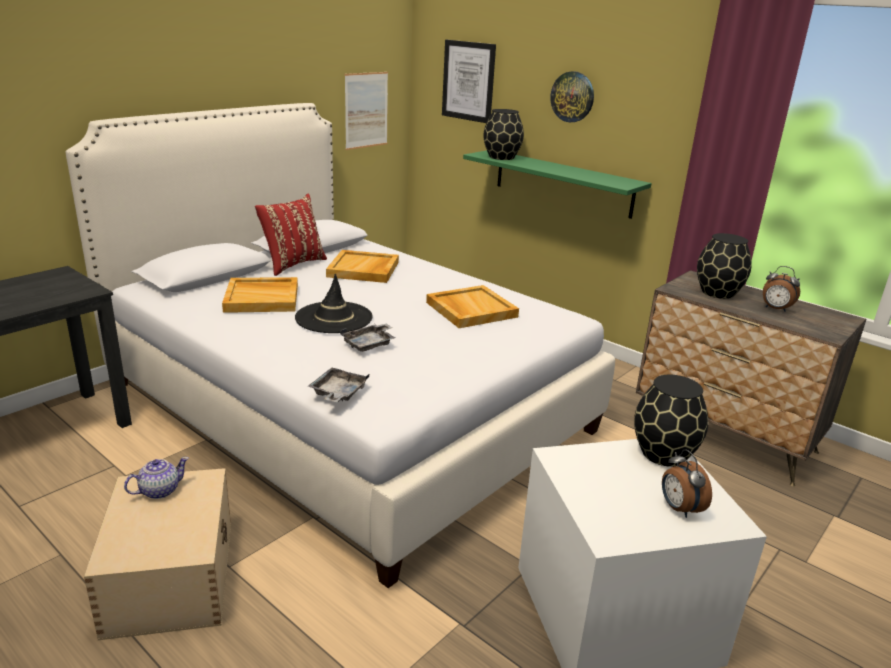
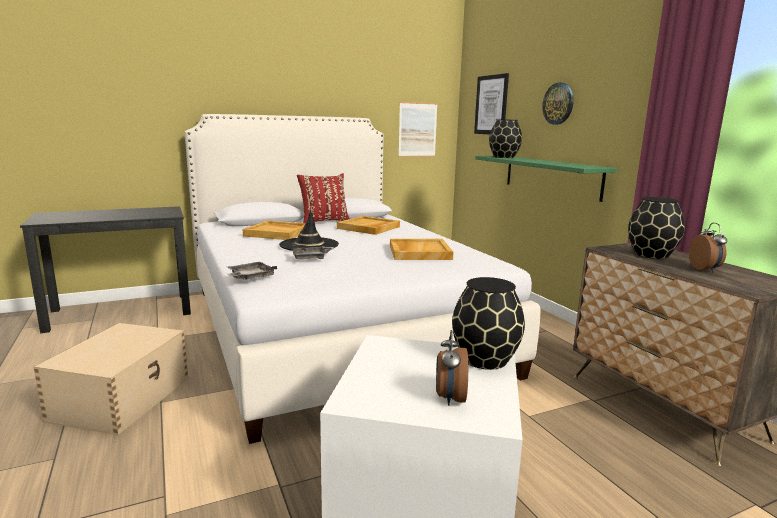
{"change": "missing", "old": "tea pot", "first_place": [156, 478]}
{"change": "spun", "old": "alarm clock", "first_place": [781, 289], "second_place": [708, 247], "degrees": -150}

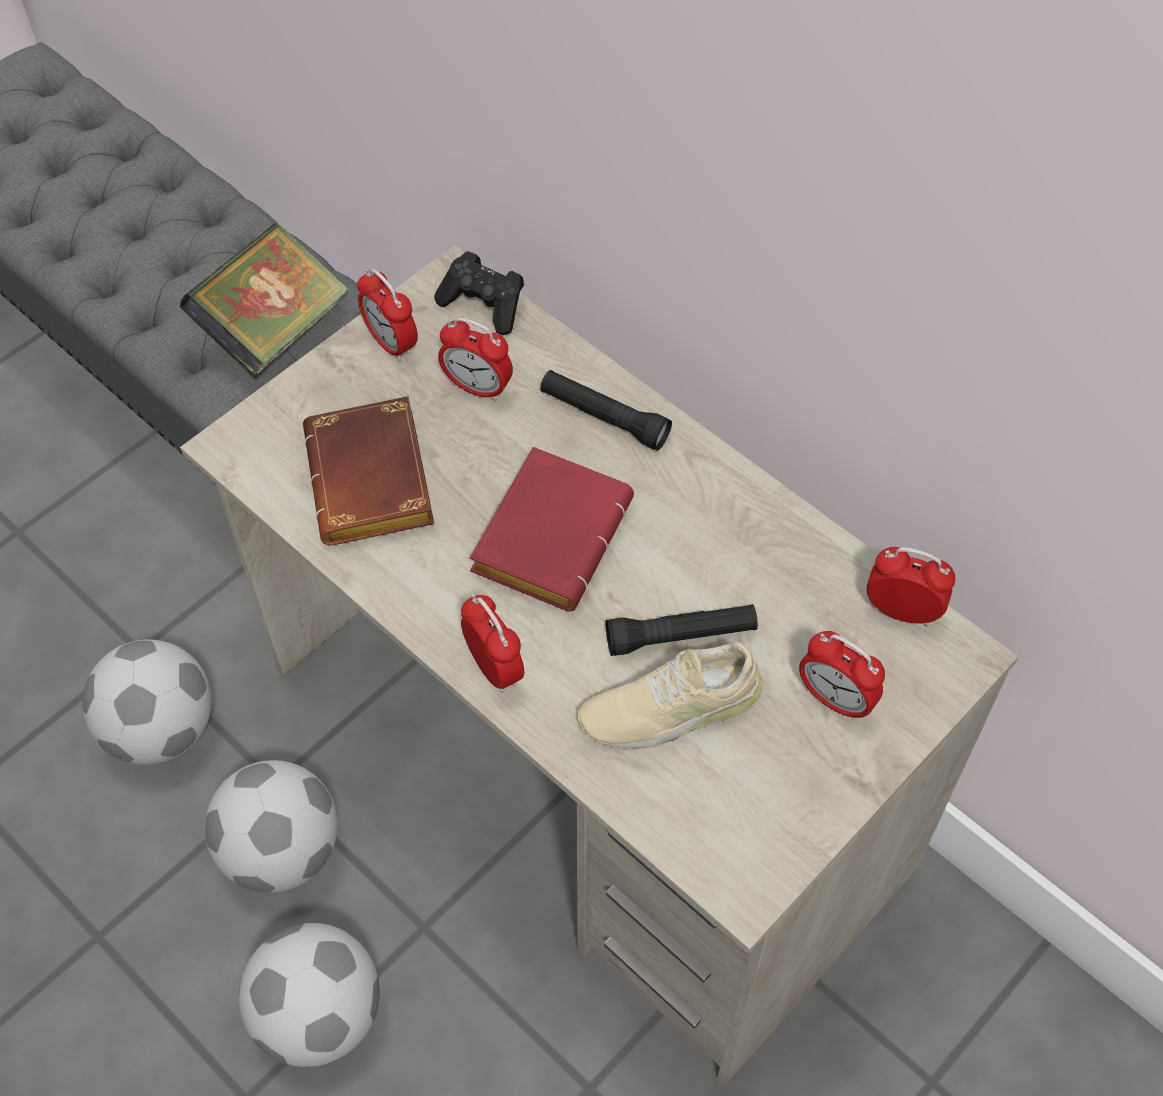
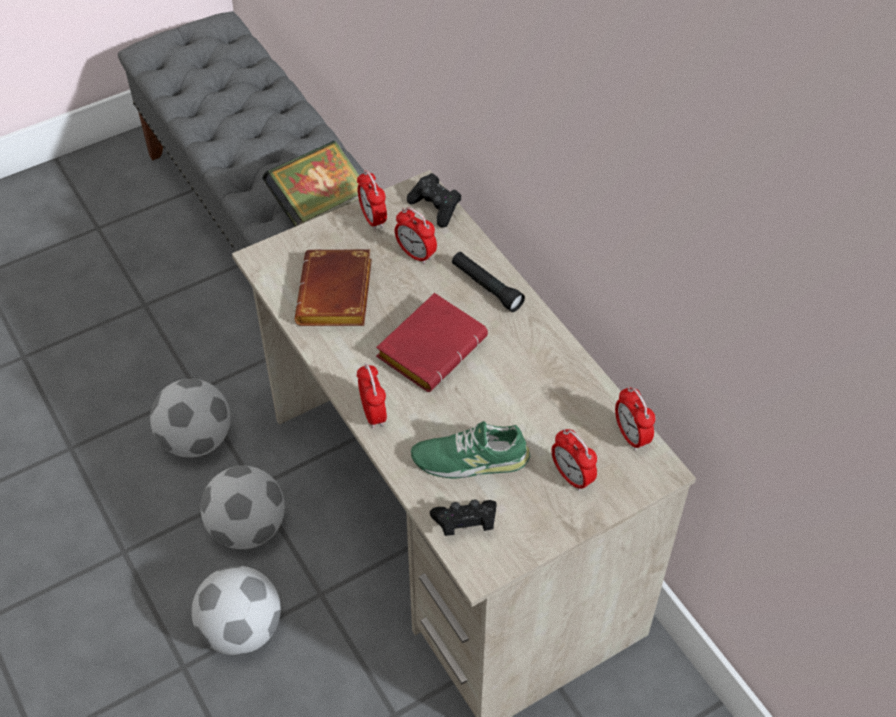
{"change": "colour", "old": "sand-coloured shoe", "new": "greenish shoe", "first_place": [670, 695], "second_place": [470, 449]}
{"change": "missing", "old": "blackish hand torch", "first_place": [682, 630]}
{"change": "spun", "old": "alarm clock", "first_place": [911, 587], "second_place": [635, 418], "degrees": -150}
{"change": "appeared", "new": "blackish joypad", "second_place": [463, 517]}

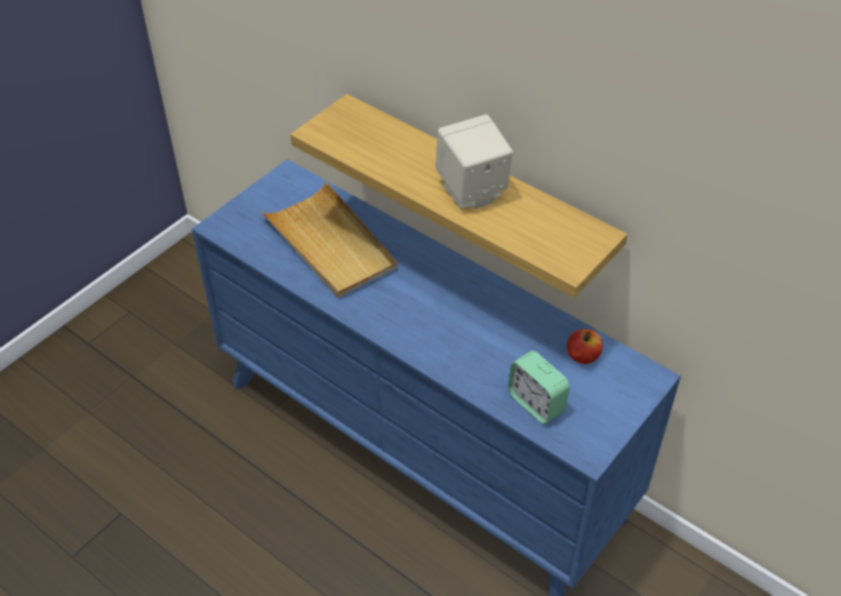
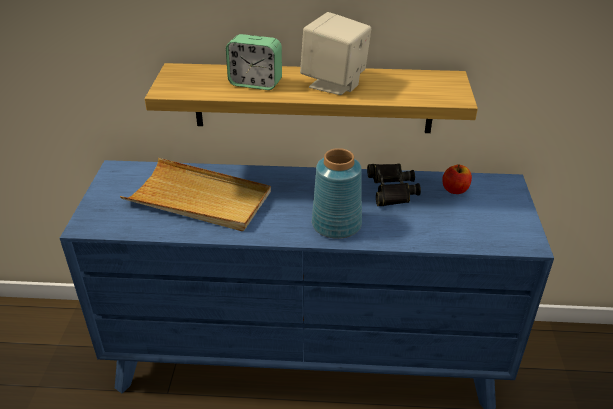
{"change": "relocated", "old": "alarm clock", "first_place": [539, 387], "second_place": [254, 62]}
{"change": "appeared", "new": "blue vase", "second_place": [337, 193]}
{"change": "appeared", "new": "blackish pair of binoculars", "second_place": [394, 185]}

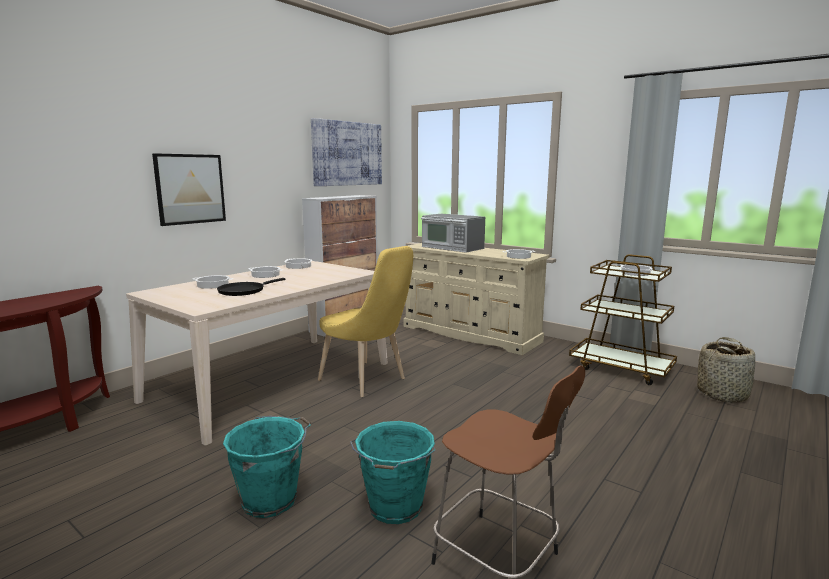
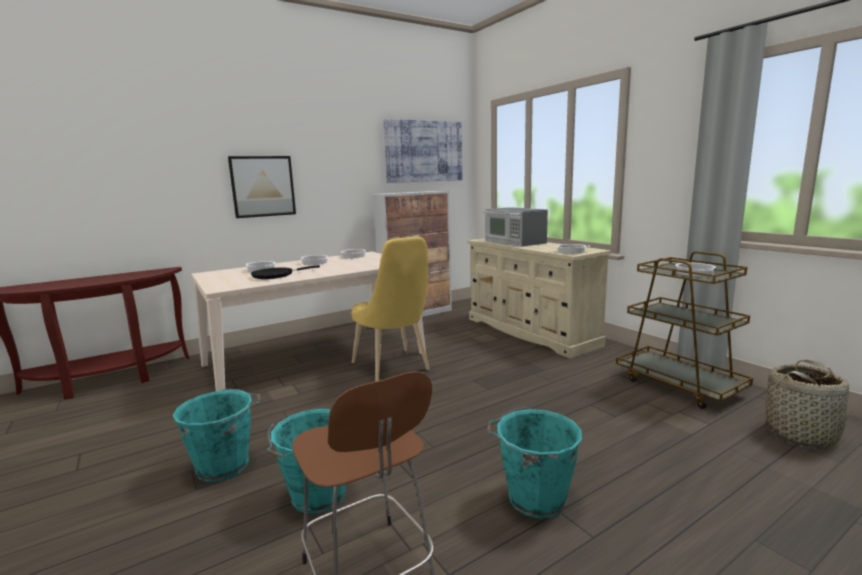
{"change": "appeared", "new": "turquoise-coloured pail", "second_place": [534, 463]}

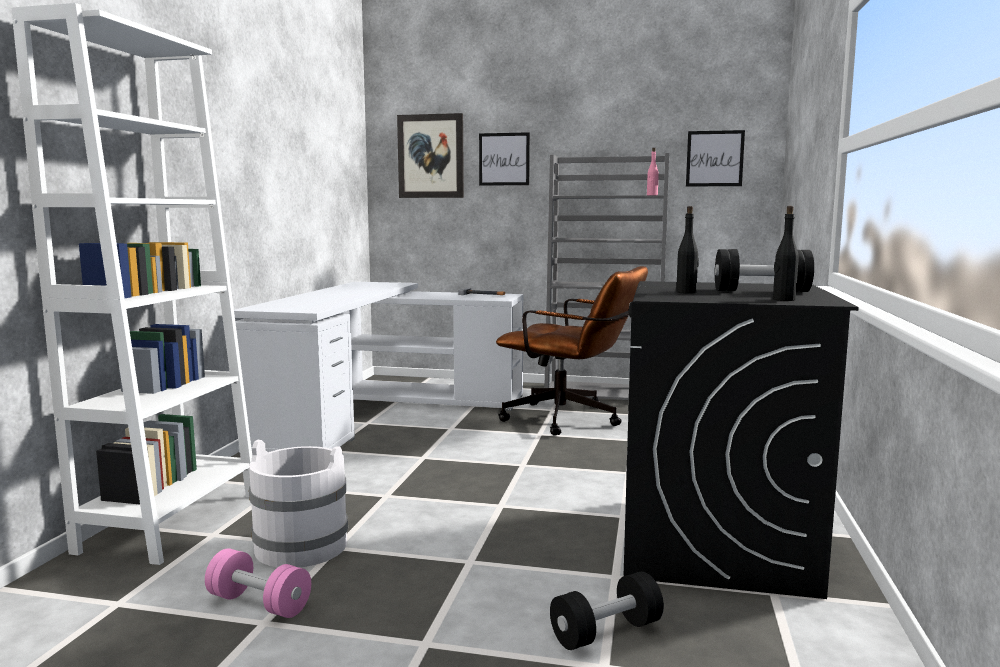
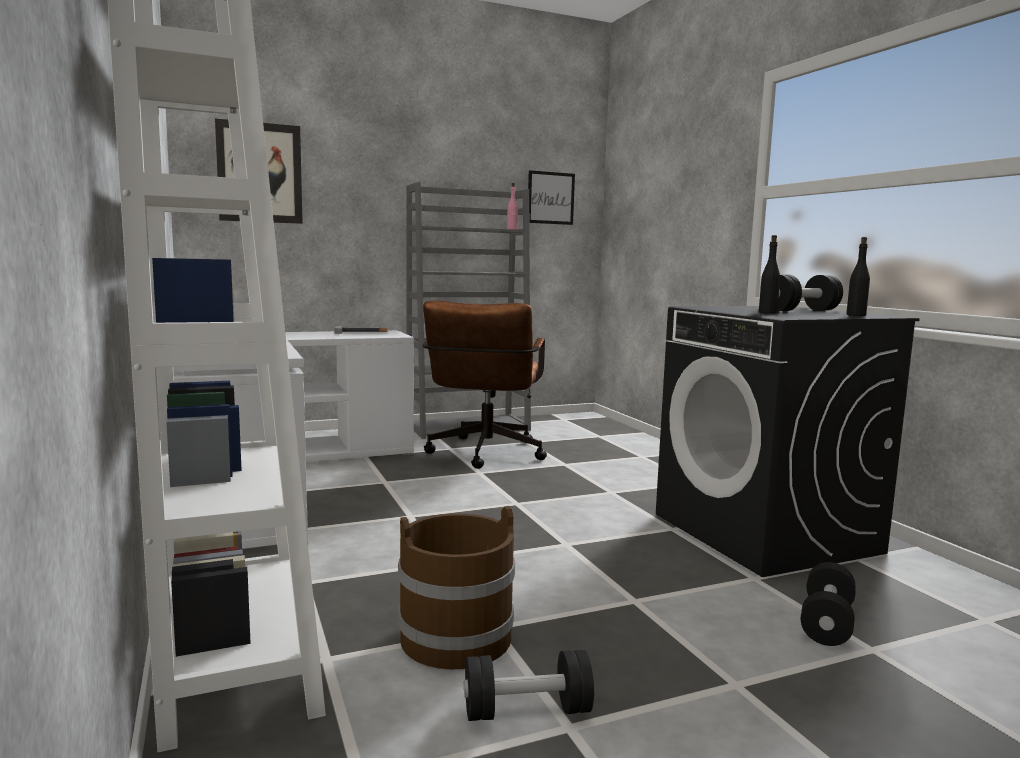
{"change": "colour", "old": "pinkish dumbbell", "new": "blackish dumbbell", "first_place": [258, 583], "second_place": [529, 685]}
{"change": "colour", "old": "whitish pail", "new": "brownish pail", "first_place": [298, 504], "second_place": [456, 587]}
{"change": "missing", "old": "picture", "first_place": [504, 159]}
{"change": "spun", "old": "brownish desk chair", "first_place": [572, 351], "second_place": [485, 384], "degrees": 105}

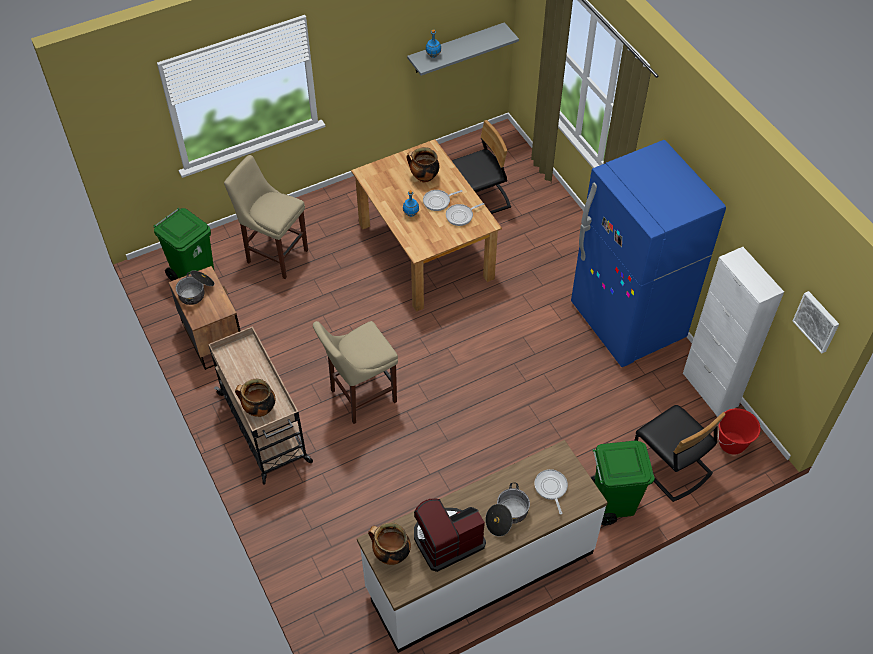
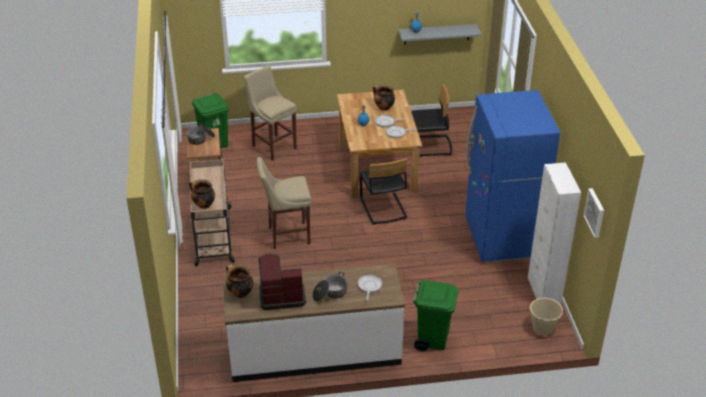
{"change": "relocated", "old": "blackish chair", "first_place": [680, 453], "second_place": [384, 191]}
{"change": "colour", "old": "red pail", "new": "sand-coloured pail", "first_place": [739, 431], "second_place": [546, 316]}

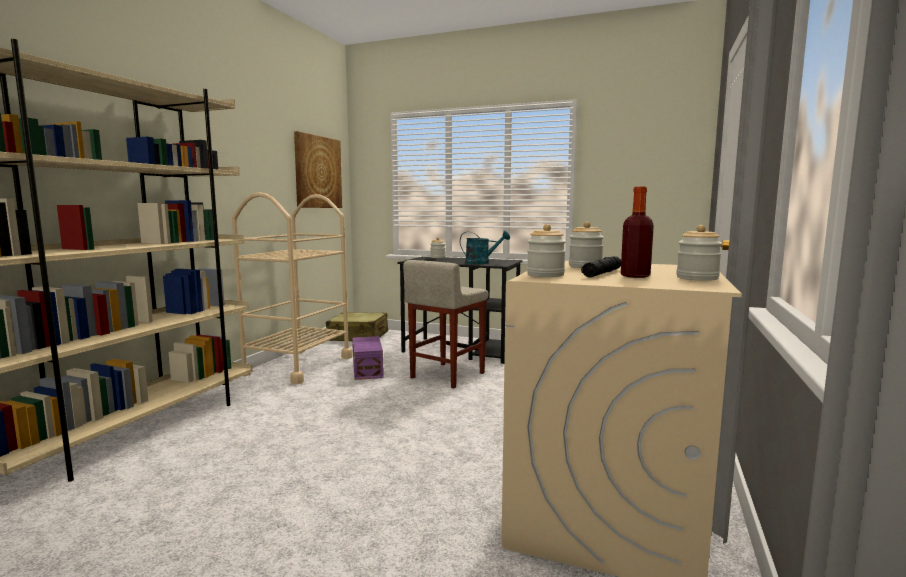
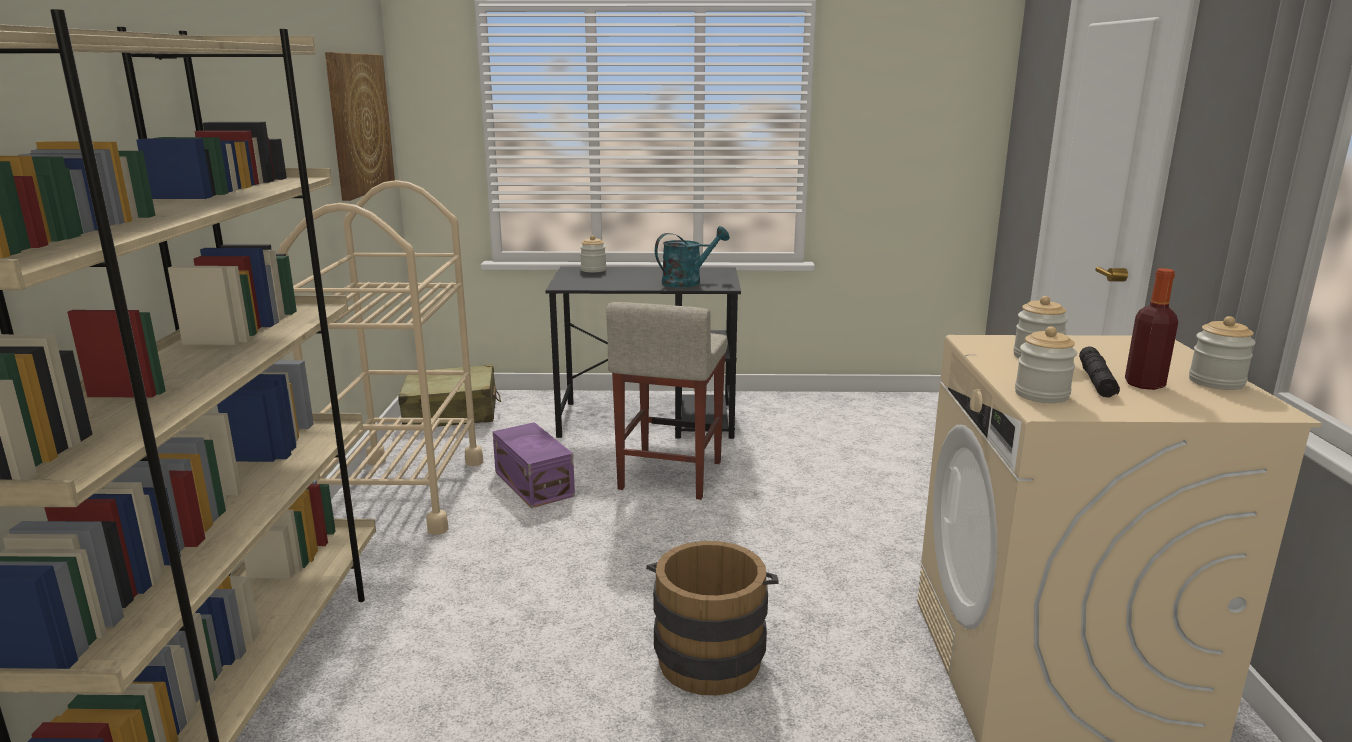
{"change": "appeared", "new": "brownish pail", "second_place": [712, 618]}

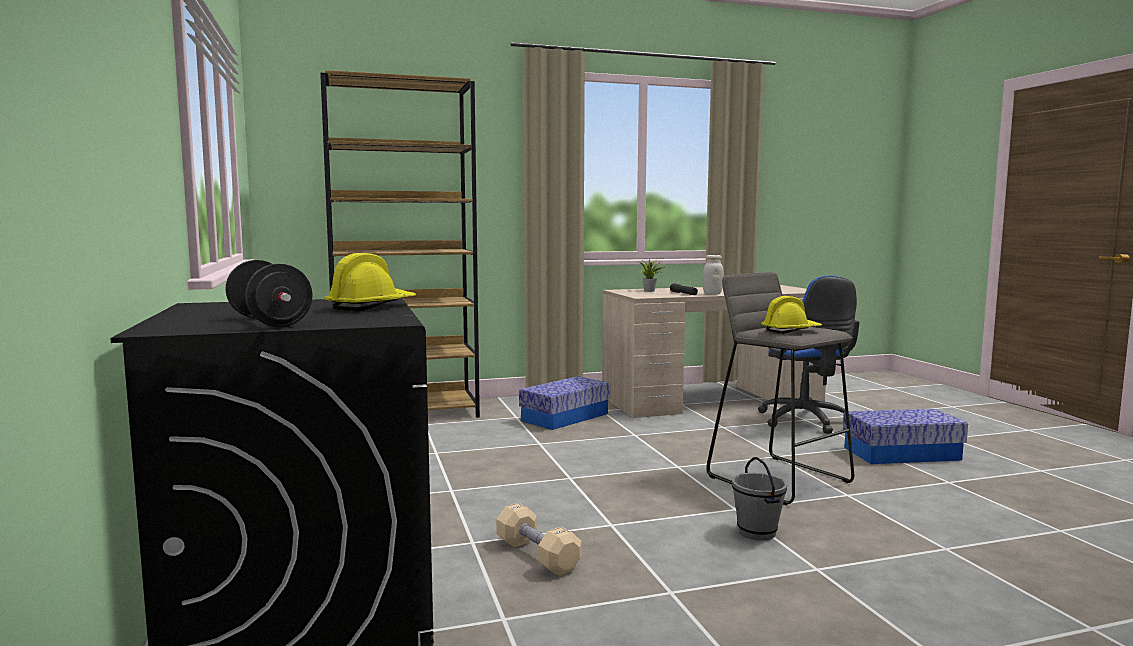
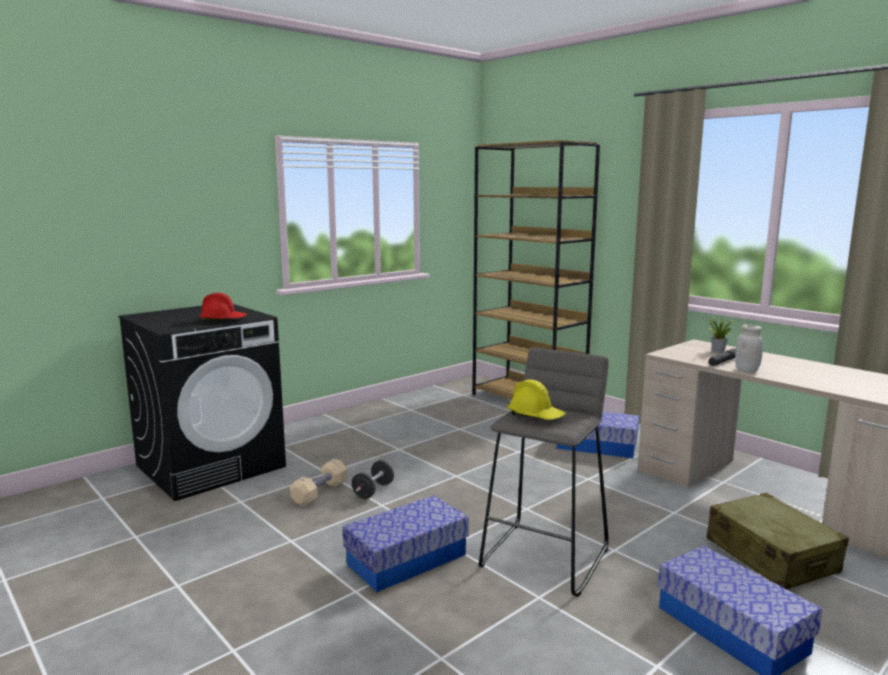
{"change": "relocated", "old": "blackish dumbbell", "first_place": [268, 293], "second_place": [373, 479]}
{"change": "colour", "old": "yellowish safety helmet", "new": "red safety helmet", "first_place": [370, 282], "second_place": [223, 307]}
{"change": "exchanged", "old": "greyish pail", "new": "storage box", "first_place": [759, 498], "second_place": [406, 543]}
{"change": "exchanged", "old": "blue desk chair", "new": "sand-coloured piece of luggage", "first_place": [808, 354], "second_place": [777, 541]}

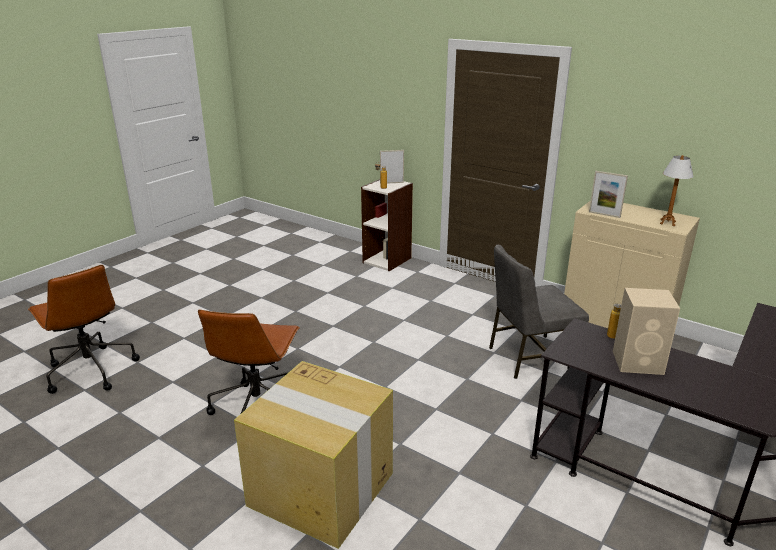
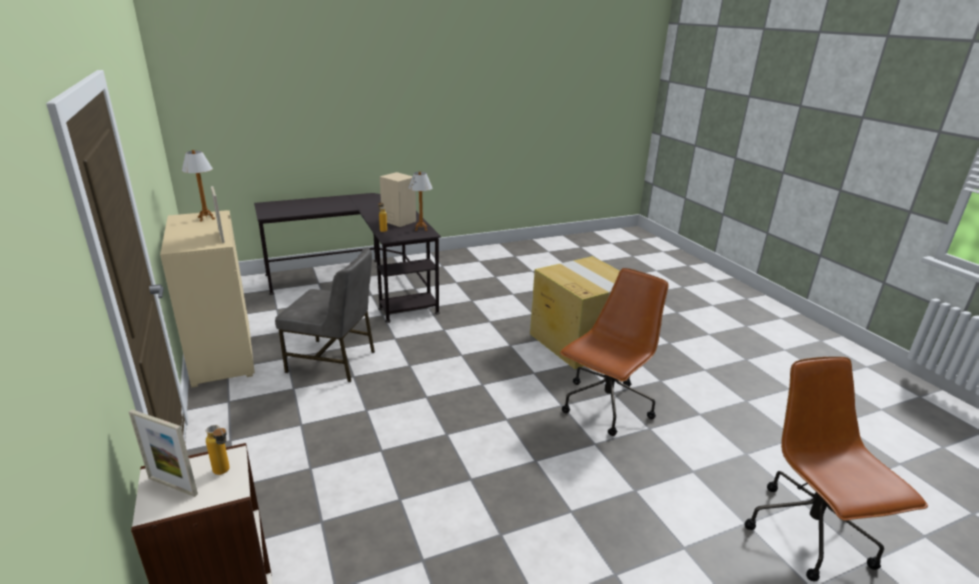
{"change": "appeared", "new": "lamp for a table", "second_place": [420, 201]}

